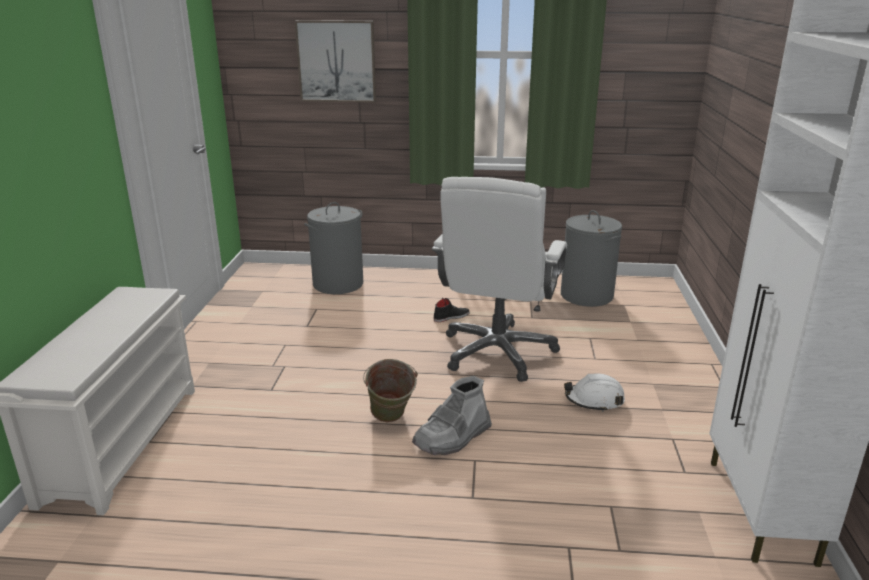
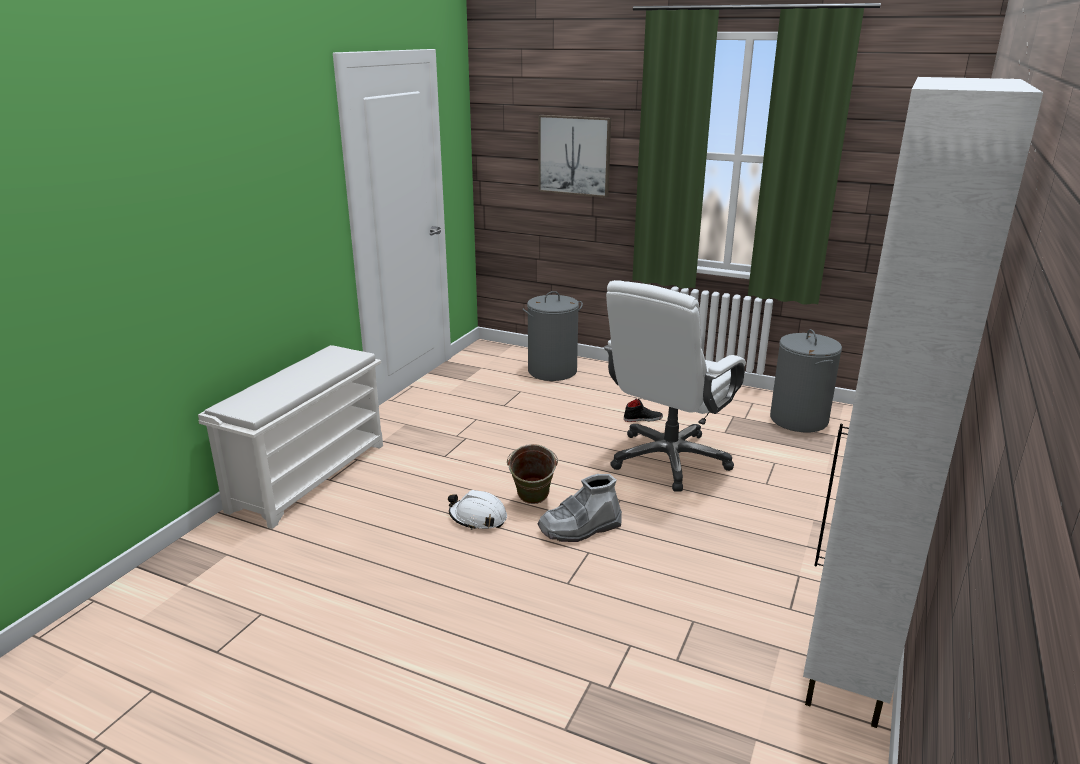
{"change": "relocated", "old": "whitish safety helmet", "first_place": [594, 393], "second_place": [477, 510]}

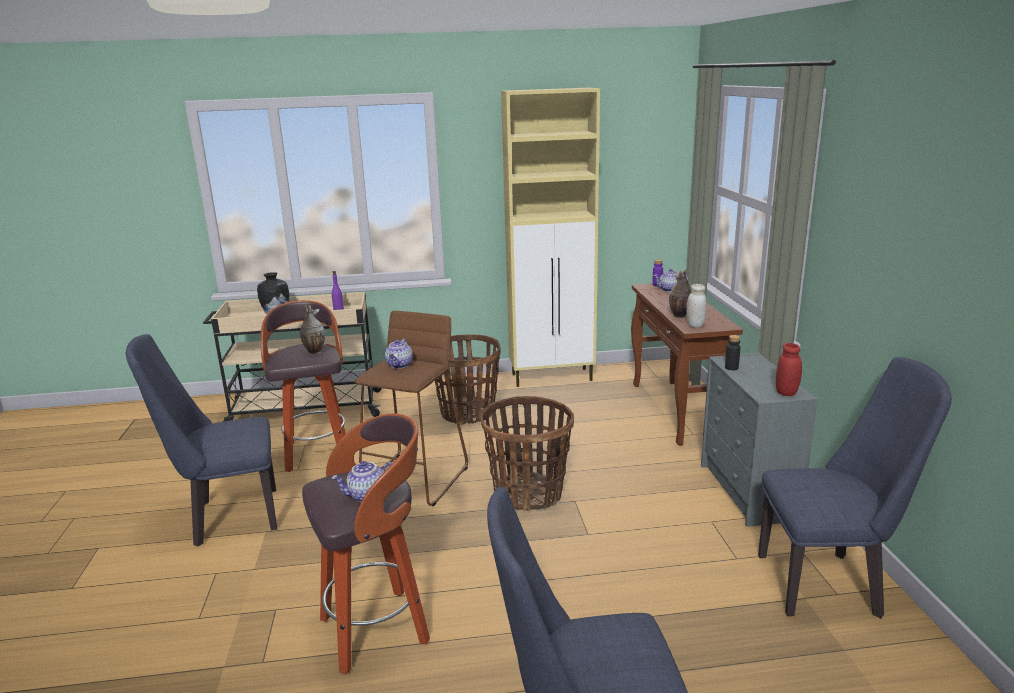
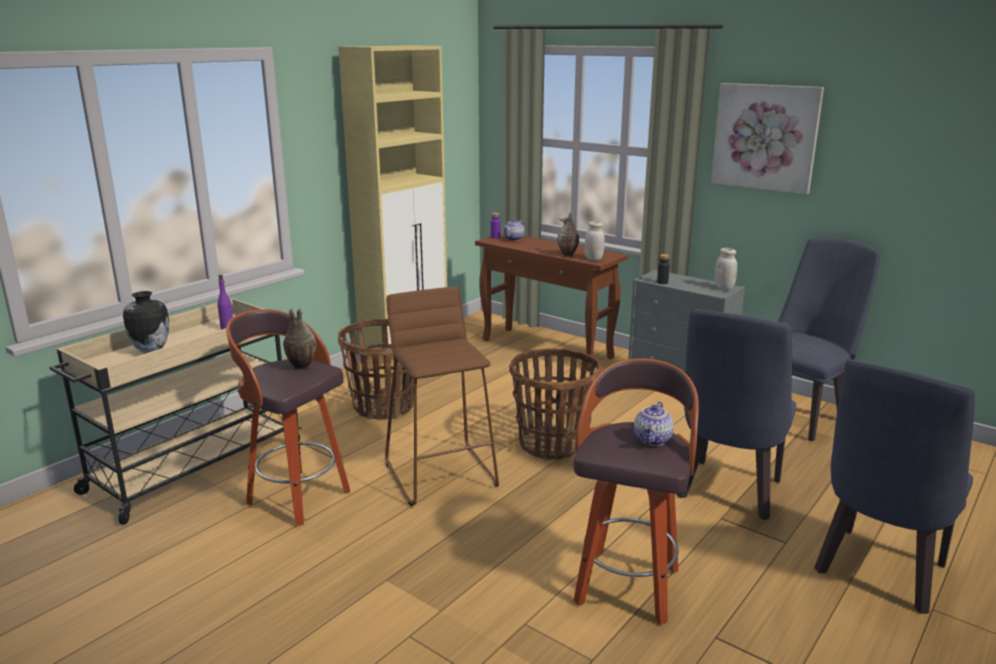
{"change": "relocated", "old": "blue chair", "first_place": [201, 440], "second_place": [736, 414]}
{"change": "missing", "old": "tea pot", "first_place": [399, 353]}
{"change": "colour", "old": "red storage jar", "new": "whitish storage jar", "first_place": [789, 369], "second_place": [726, 269]}
{"change": "appeared", "new": "picture", "second_place": [767, 138]}

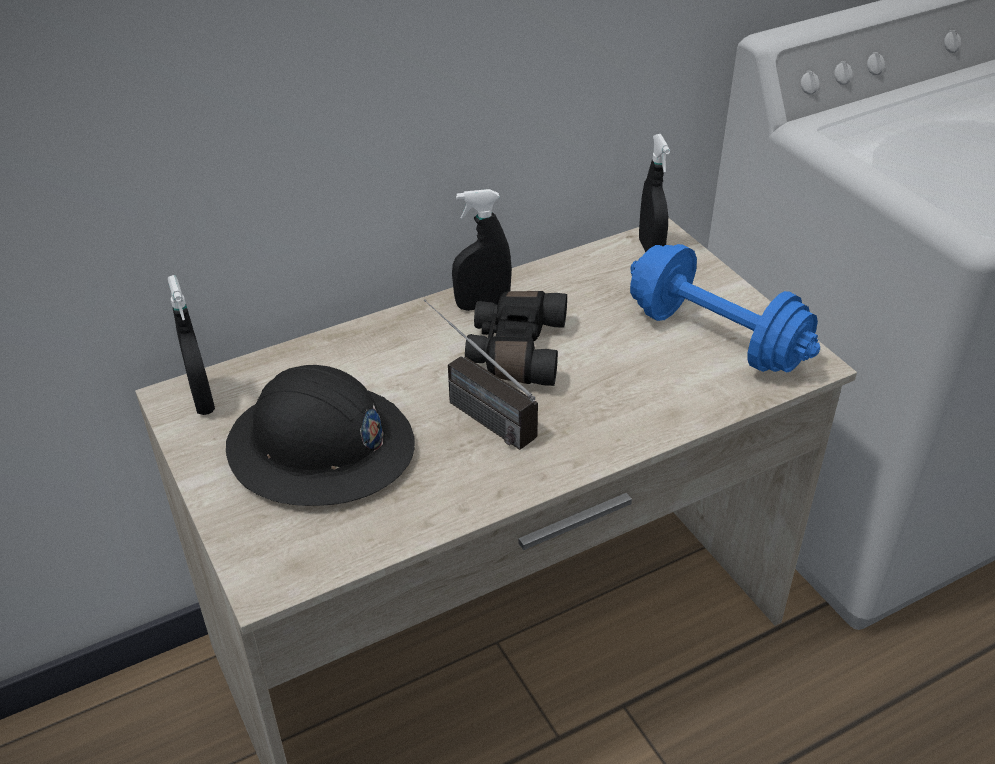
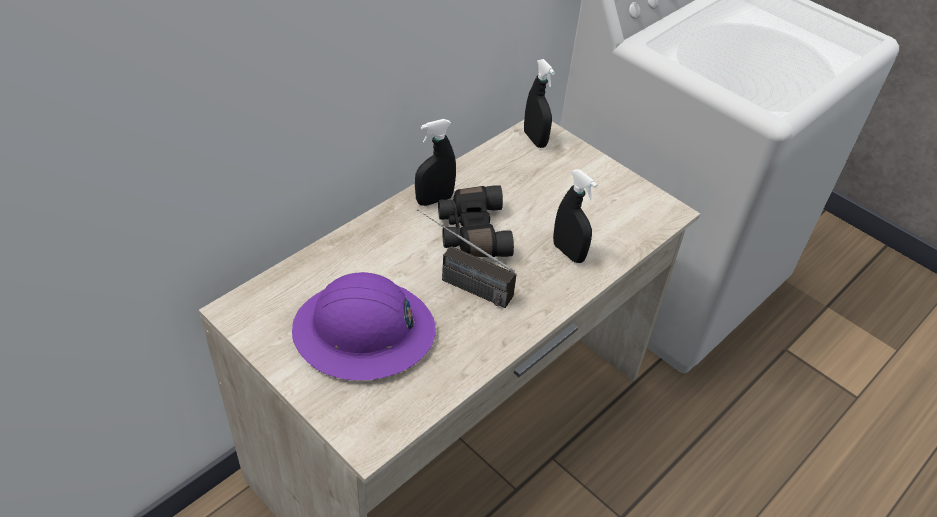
{"change": "relocated", "old": "blackish hand sprayer", "first_place": [191, 345], "second_place": [575, 216]}
{"change": "colour", "old": "blackish safety helmet", "new": "purplish safety helmet", "first_place": [320, 435], "second_place": [364, 326]}
{"change": "missing", "old": "blue dumbbell", "first_place": [725, 308]}

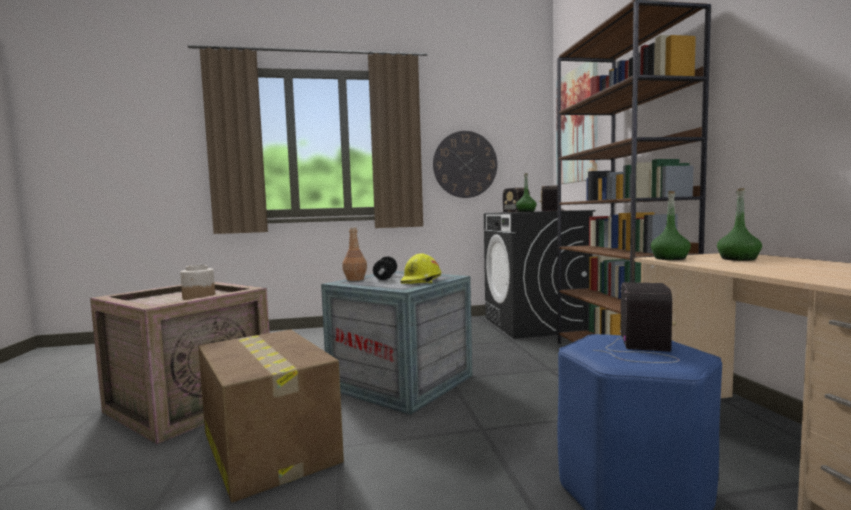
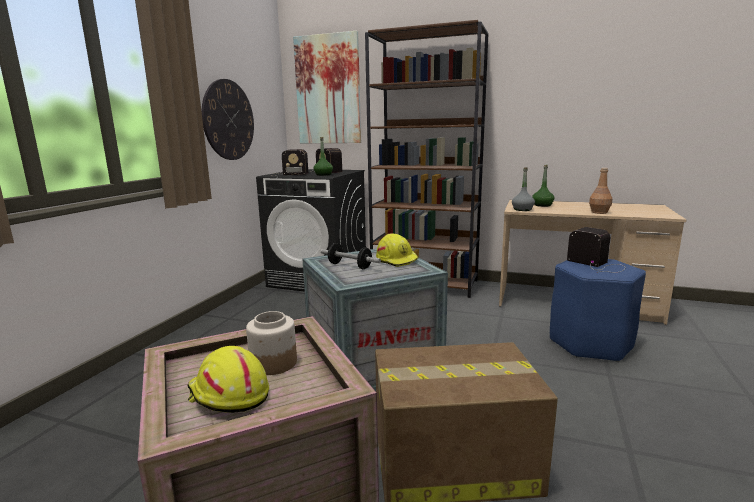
{"change": "relocated", "old": "brownish drink bottle", "first_place": [355, 254], "second_place": [600, 191]}
{"change": "colour", "old": "greenish drink bottle", "new": "greyish drink bottle", "first_place": [671, 225], "second_place": [523, 189]}
{"change": "appeared", "new": "yellowish safety helmet", "second_place": [228, 379]}

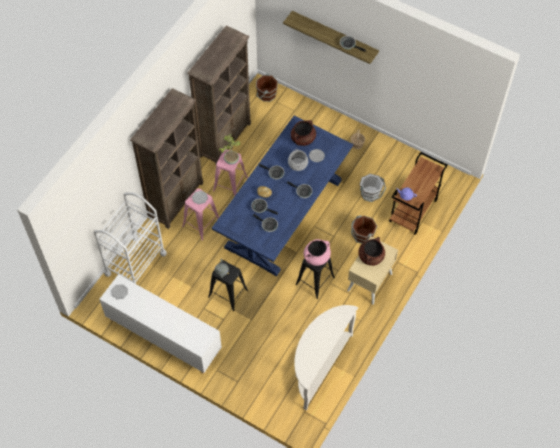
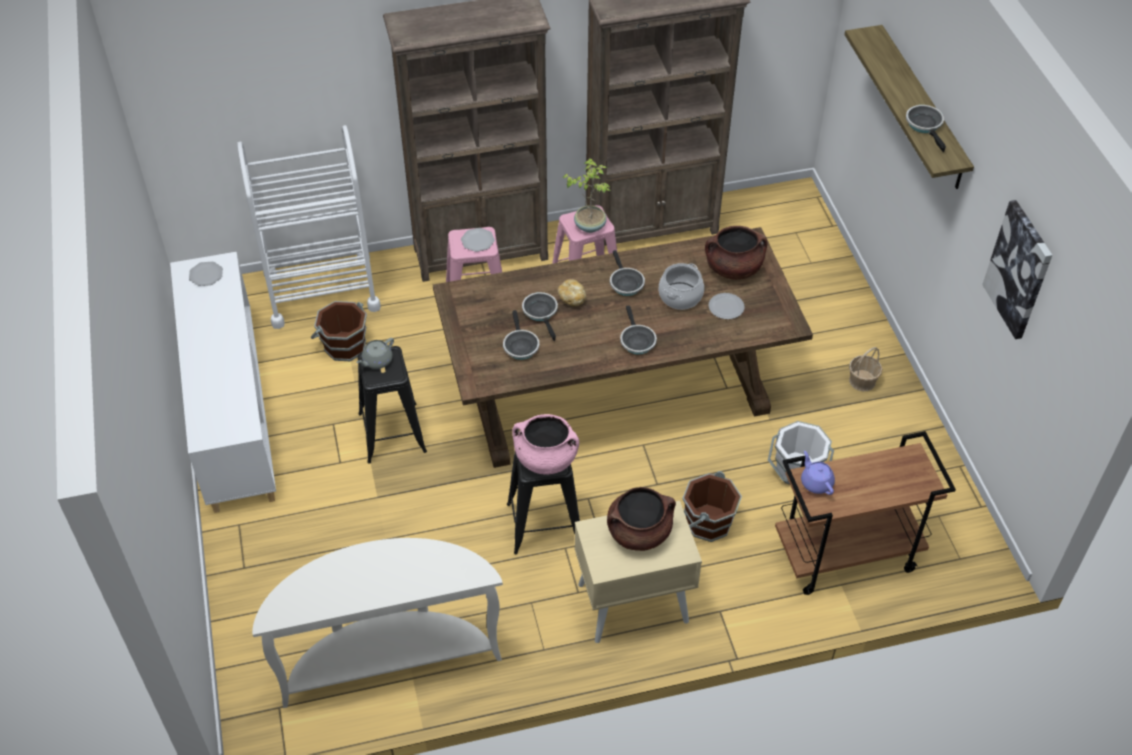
{"change": "colour", "old": "blue dinner table", "new": "brownish dinner table", "first_place": [282, 195], "second_place": [623, 347]}
{"change": "relocated", "old": "brownish pail", "first_place": [267, 87], "second_place": [339, 331]}
{"change": "appeared", "new": "picture", "second_place": [1017, 269]}

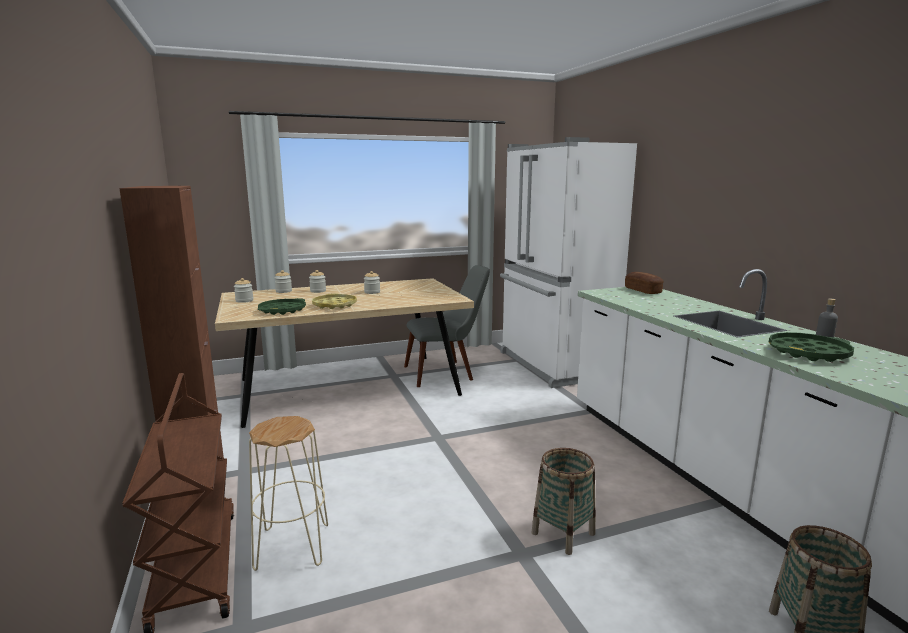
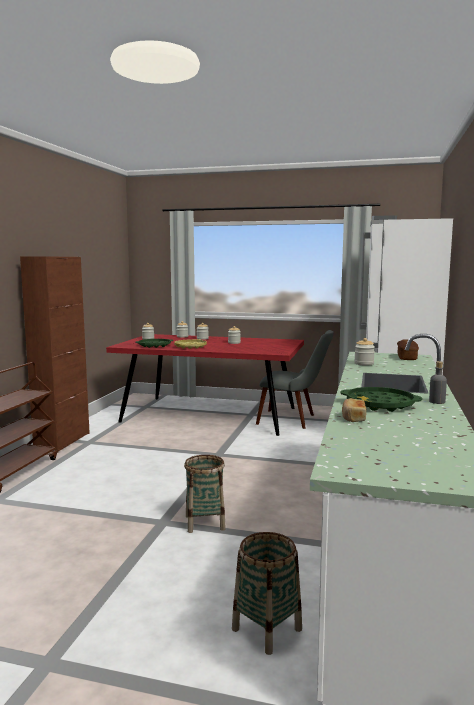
{"change": "colour", "old": "sand-coloured dinner table", "new": "red dinner table", "first_place": [344, 353], "second_place": [205, 385]}
{"change": "missing", "old": "sand-coloured stool seat", "first_place": [288, 493]}
{"change": "appeared", "new": "baked bread", "second_place": [354, 410]}
{"change": "appeared", "new": "storage jar", "second_place": [364, 352]}

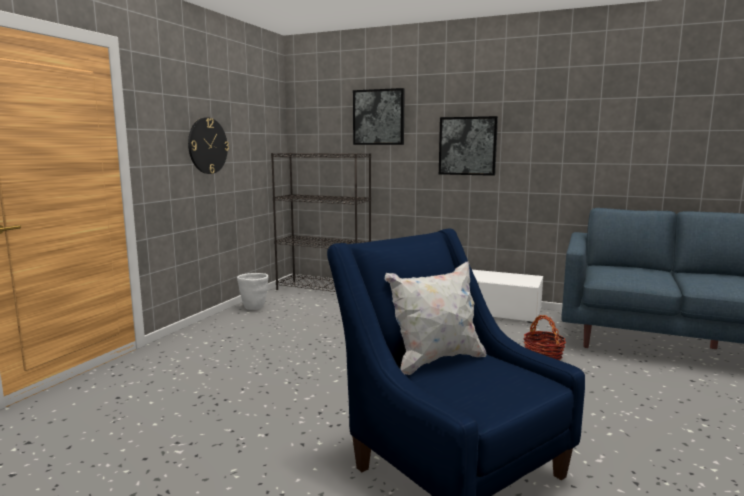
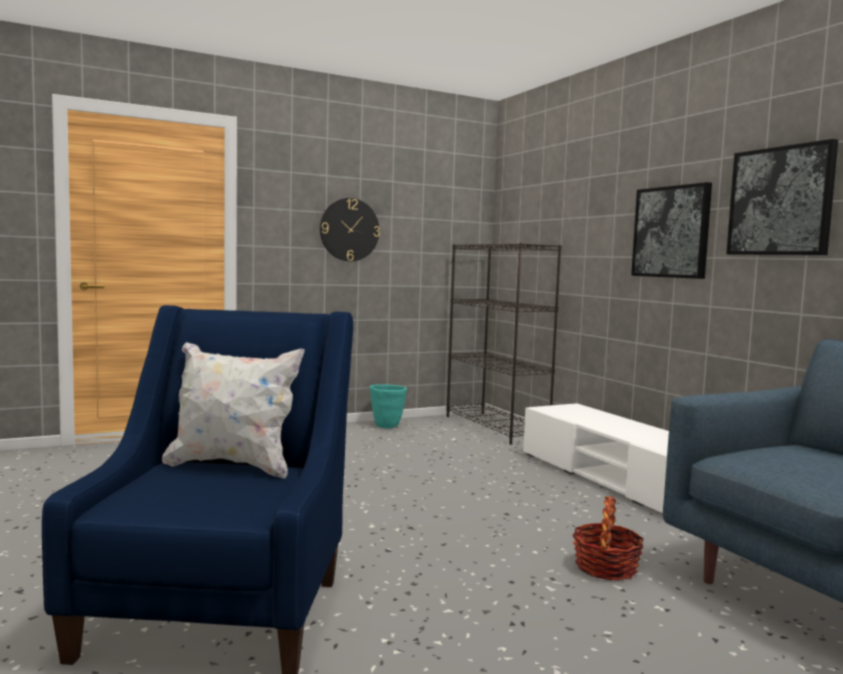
{"change": "colour", "old": "whitish plant pot", "new": "turquoise-coloured plant pot", "first_place": [252, 291], "second_place": [388, 406]}
{"change": "relocated", "old": "picture", "first_place": [379, 116], "second_place": [782, 197]}

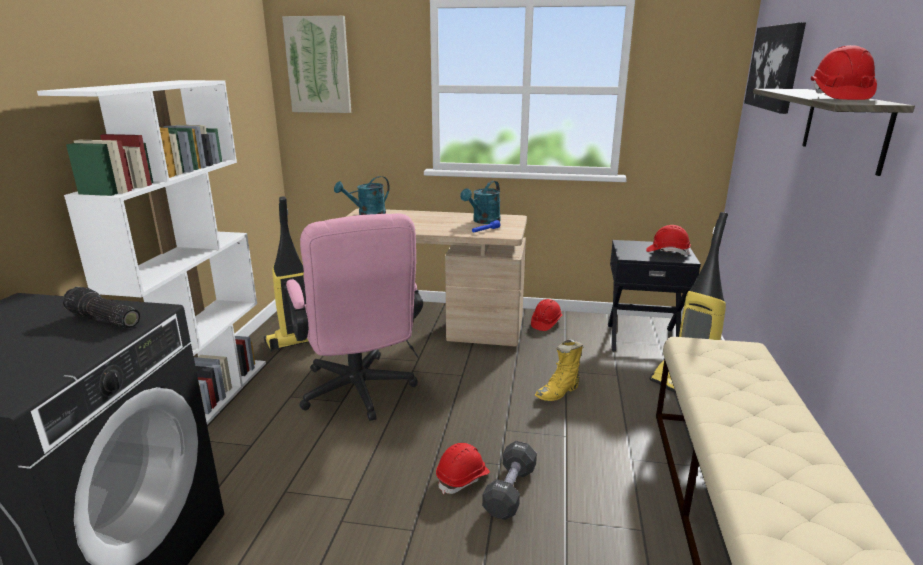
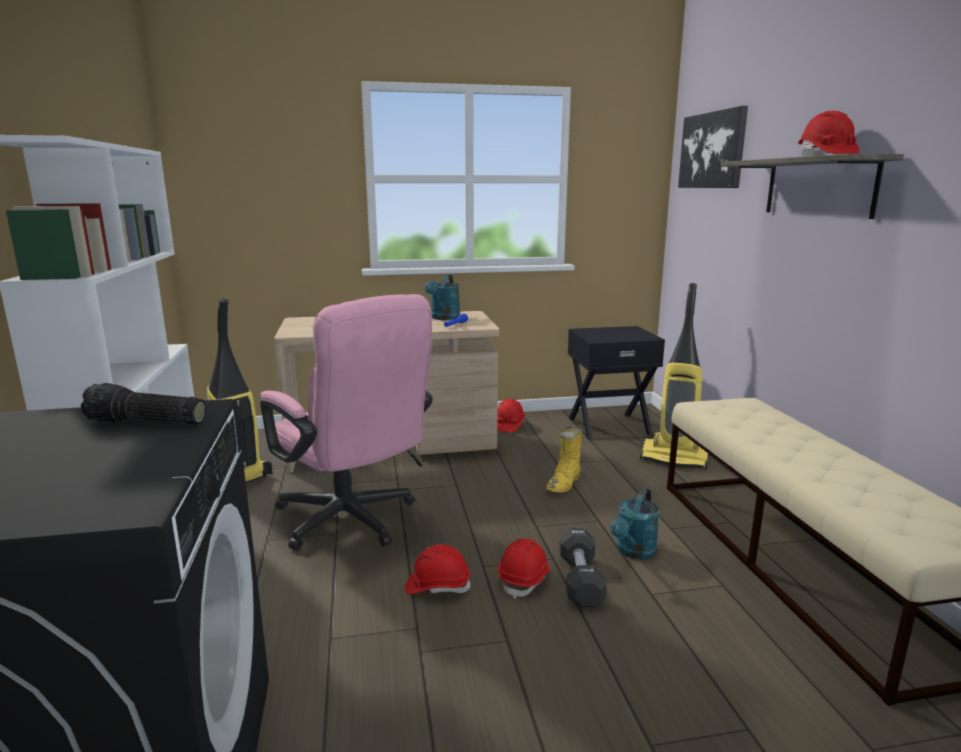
{"change": "missing", "old": "picture", "first_place": [316, 64]}
{"change": "relocated", "old": "turquoise-coloured watering pot", "first_place": [362, 195], "second_place": [635, 523]}
{"change": "relocated", "old": "red safety helmet", "first_place": [668, 240], "second_place": [438, 569]}

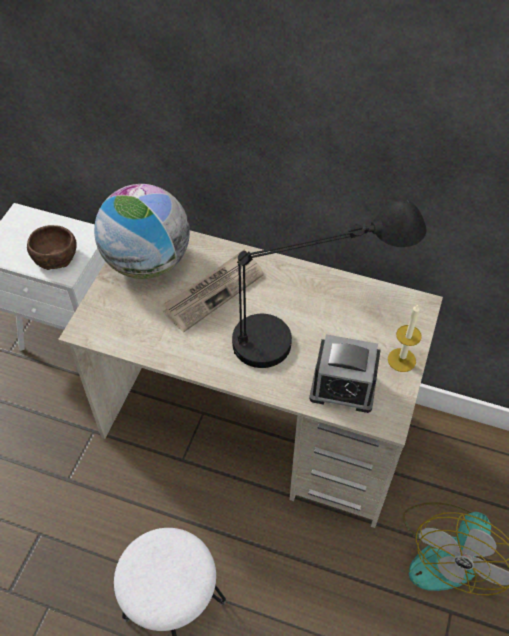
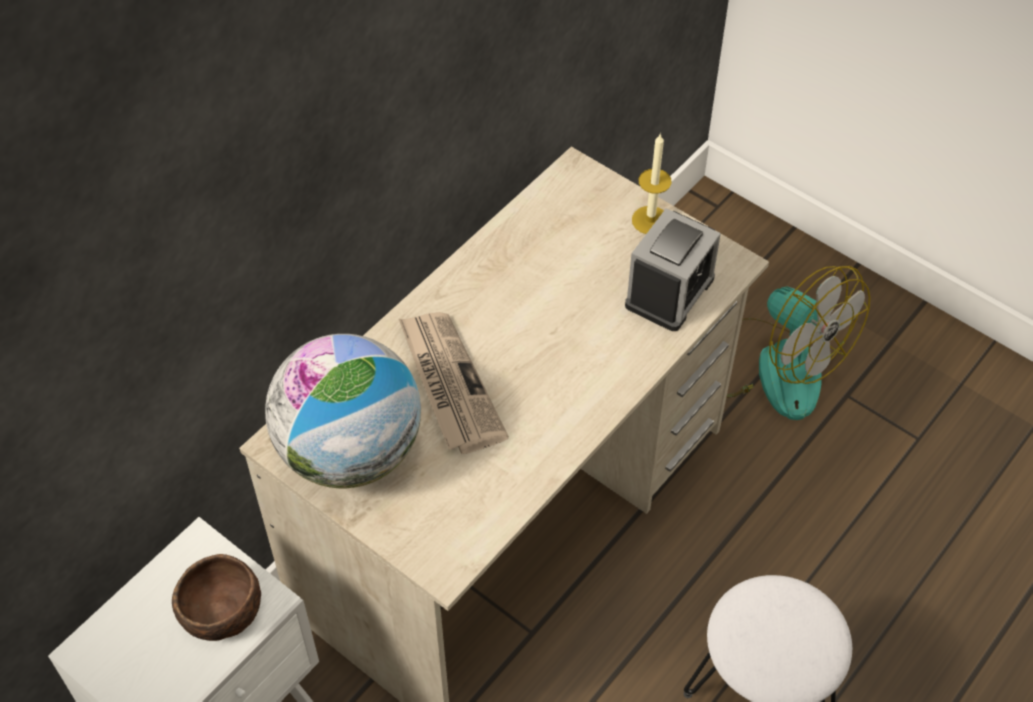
{"change": "missing", "old": "blackish lamp for a table", "first_place": [329, 283]}

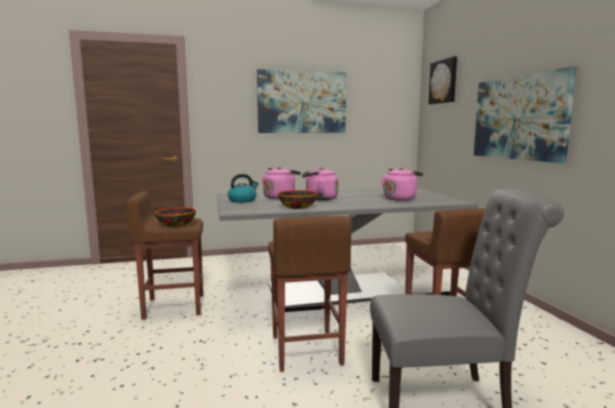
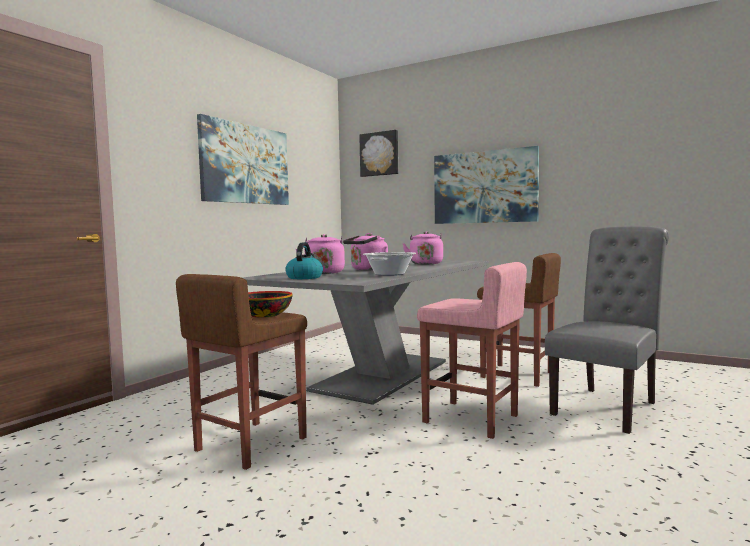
{"change": "colour", "old": "brownish stool seat", "new": "pinkish stool seat", "first_place": [310, 294], "second_place": [472, 350]}
{"change": "exchanged", "old": "bowl", "new": "saucepot", "first_place": [298, 199], "second_place": [389, 264]}

